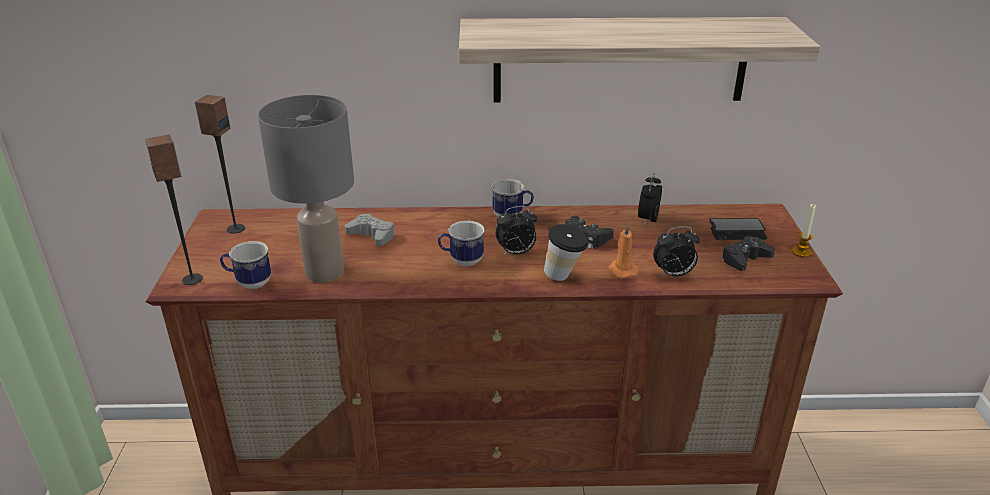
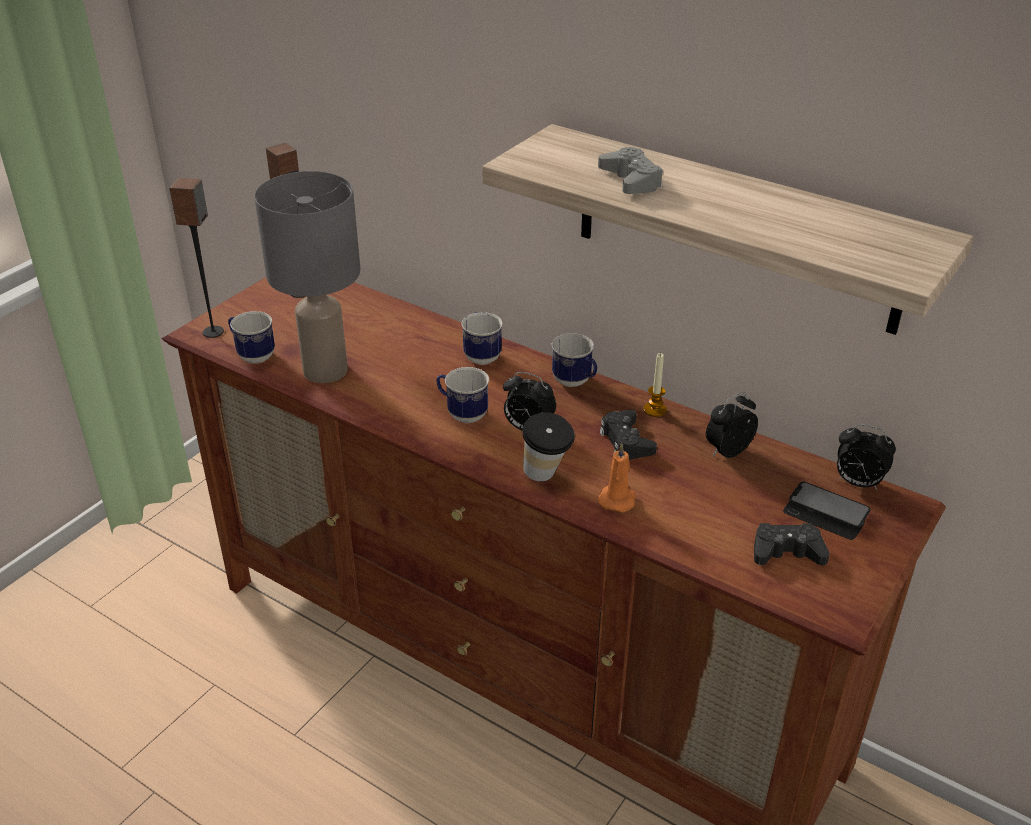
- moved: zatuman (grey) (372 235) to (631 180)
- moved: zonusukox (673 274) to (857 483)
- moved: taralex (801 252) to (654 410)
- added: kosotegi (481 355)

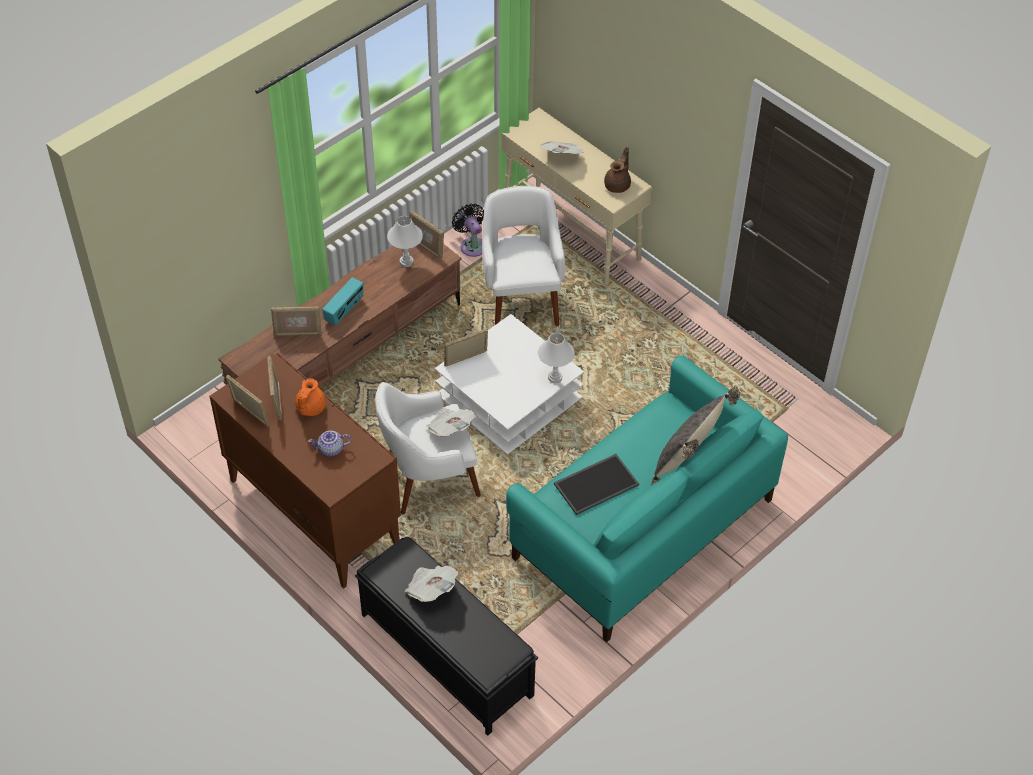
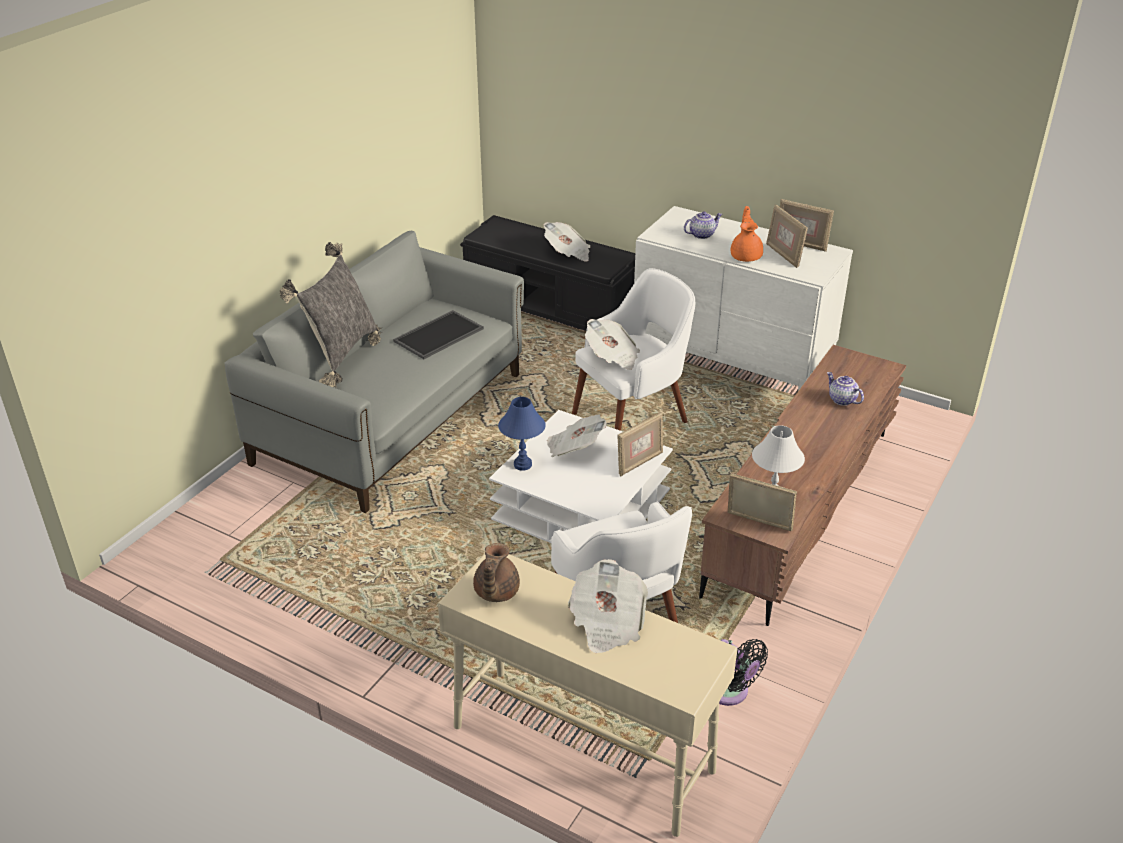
- recoloured: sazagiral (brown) (314 512) to sazagiral (white) (730 375)
- replaced: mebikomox (298 333) to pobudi (841 400)
- removed: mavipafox (344 310)
- recoloured: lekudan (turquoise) (641 527) to lekudan (grey) (392 418)
- recoloured: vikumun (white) (554 377) to vikumun (blue) (523 465)
- added: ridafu (574 448)

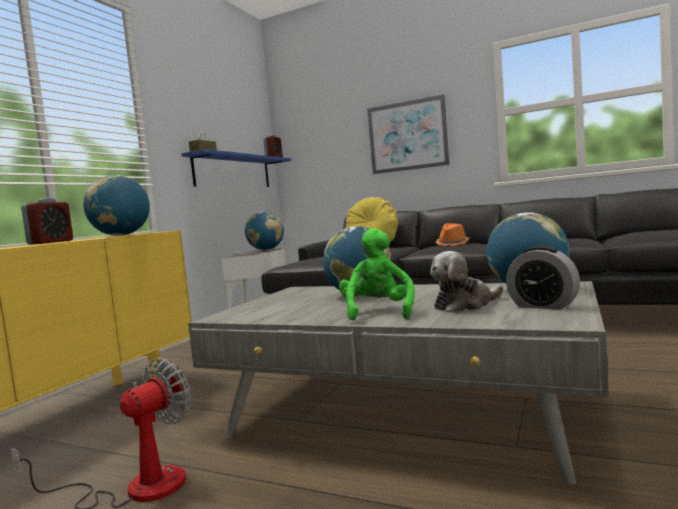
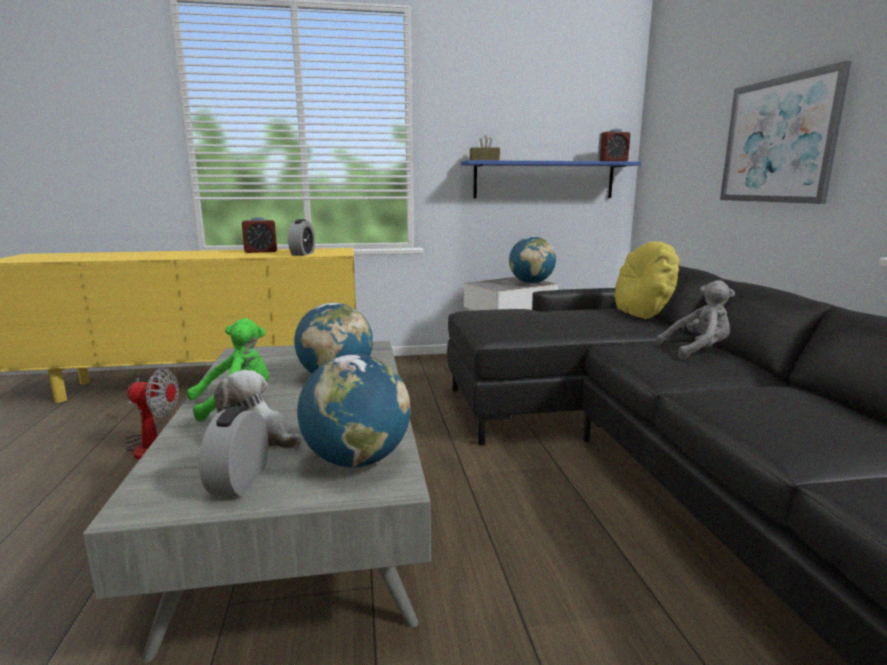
- replaced: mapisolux (121 235) to zonusukox (302 254)
- replaced: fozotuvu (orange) (452 244) to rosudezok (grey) (697 351)

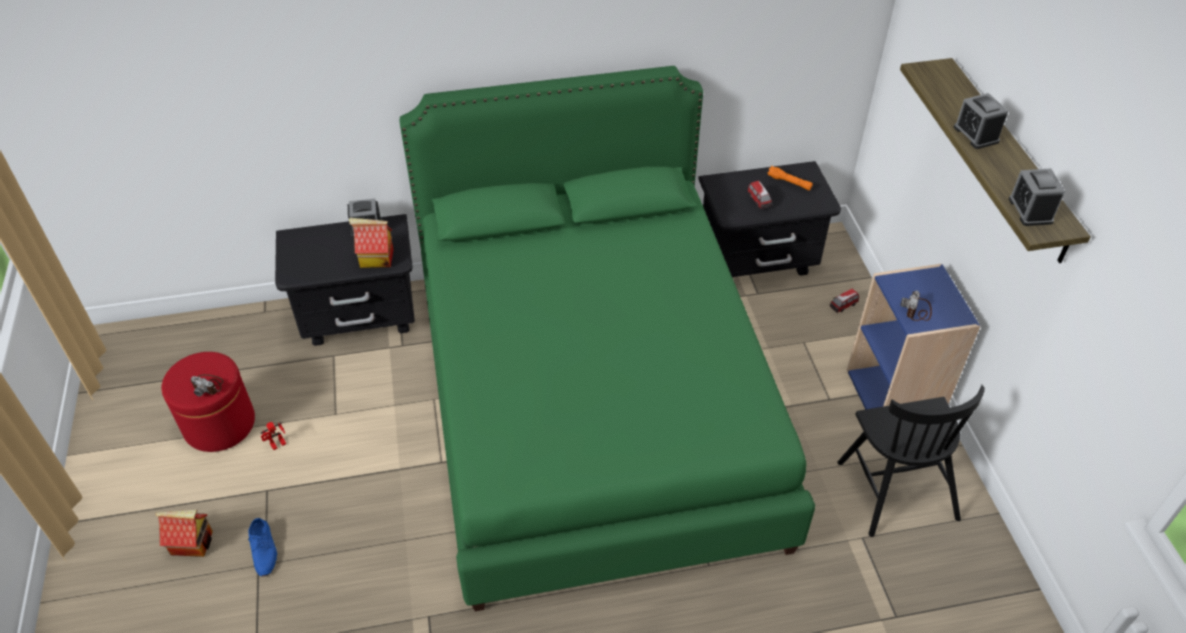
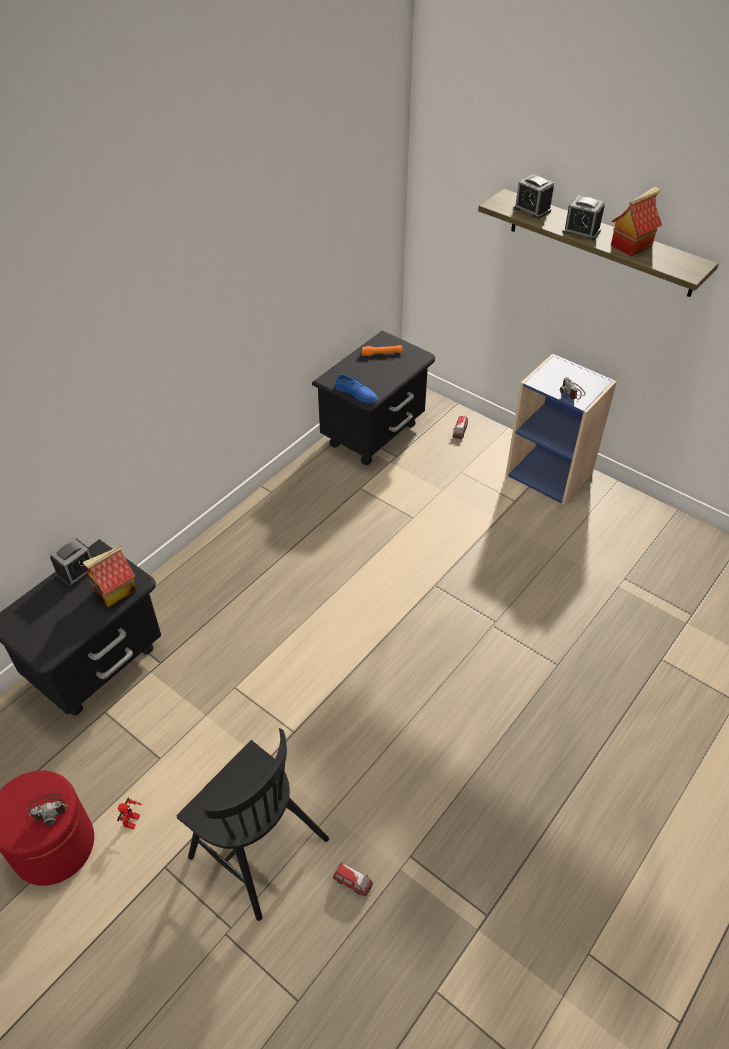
- moved: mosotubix (192 542) to (631 245)
- moved: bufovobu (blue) (264 549) to (356 393)
- removed: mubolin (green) (592 404)
- moved: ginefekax (759 201) to (353 882)
- moved: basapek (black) (894 484) to (253 843)
- moved: zonusukox (1030 210) to (532 209)

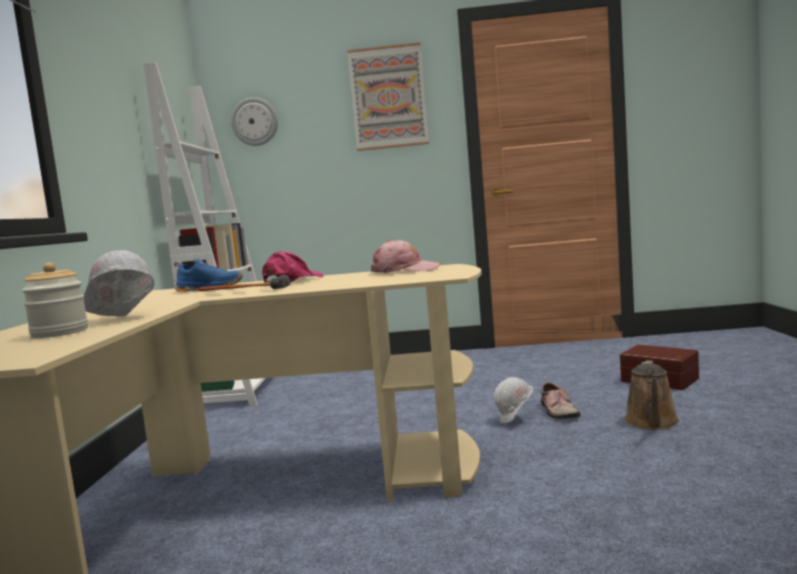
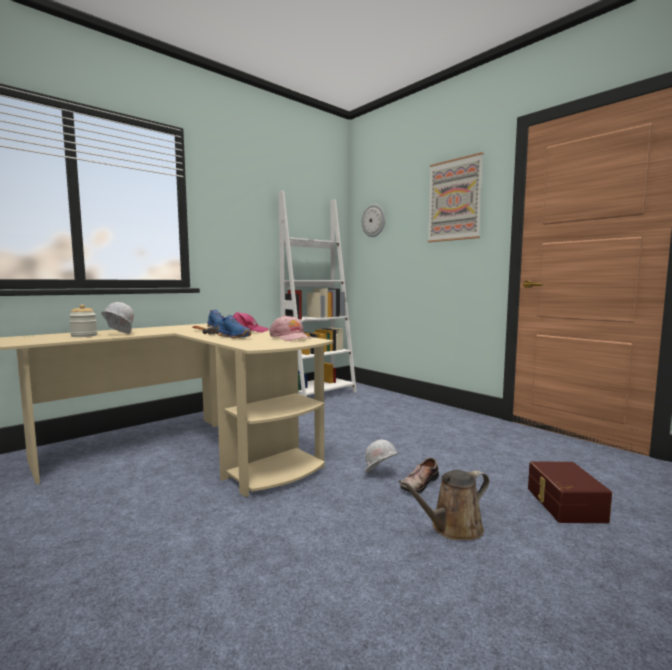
- added: bufovobu (blue) (235 337)

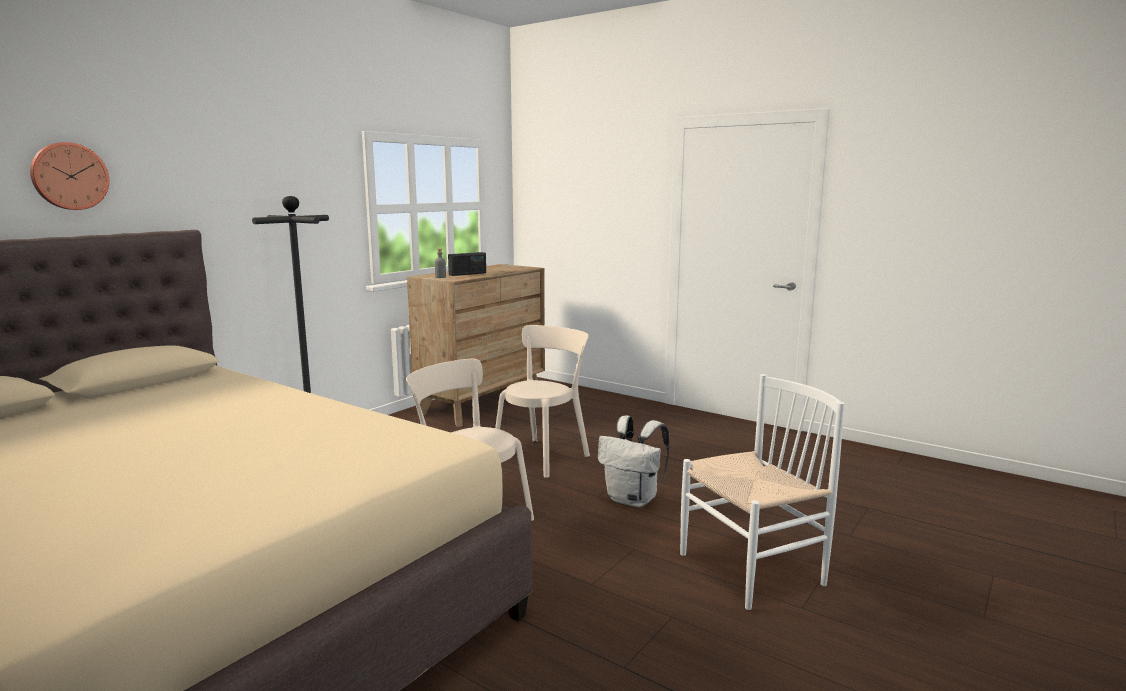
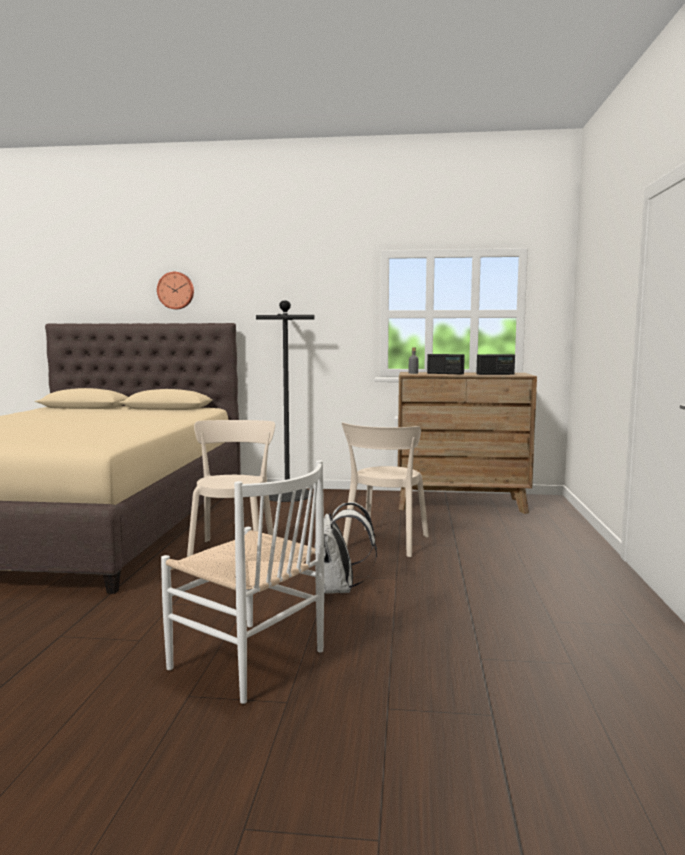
- turned: basapek (beige) (543 456) = (384 543) 105 degrees clockwise
- added: mavipafox (495 374)

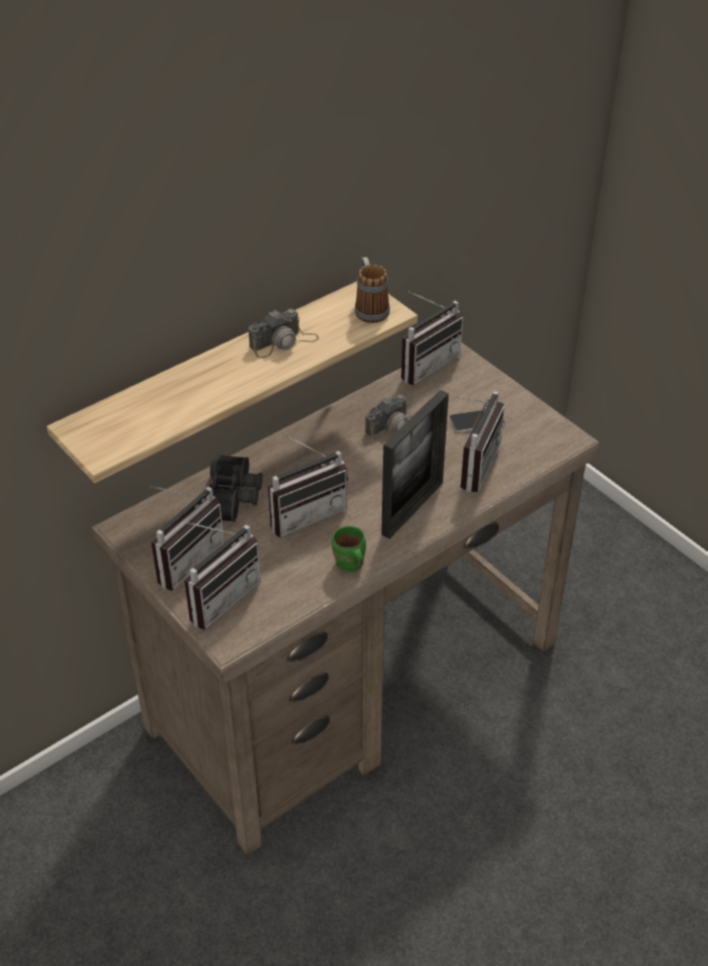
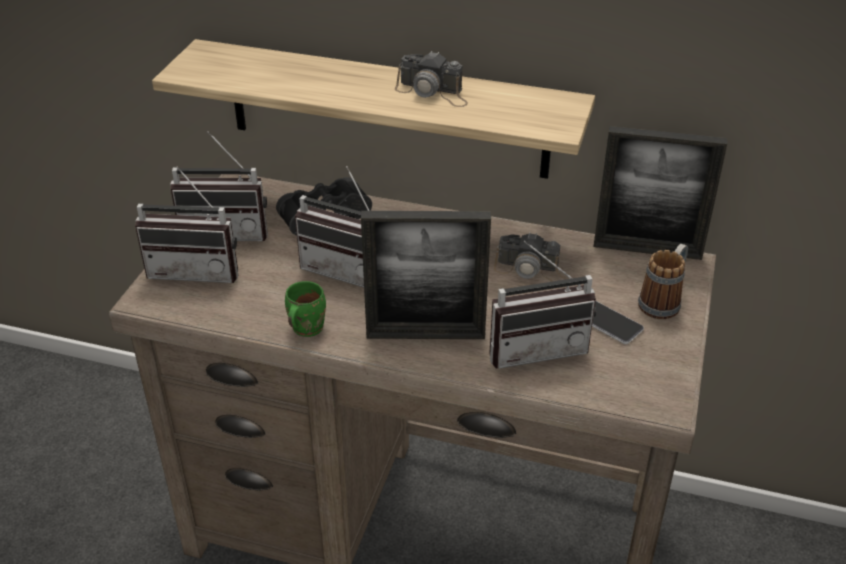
- moved: kosotegi (369 308) to (663 301)
- replaced: mavipafox (425 363) to mebikomox (647 250)

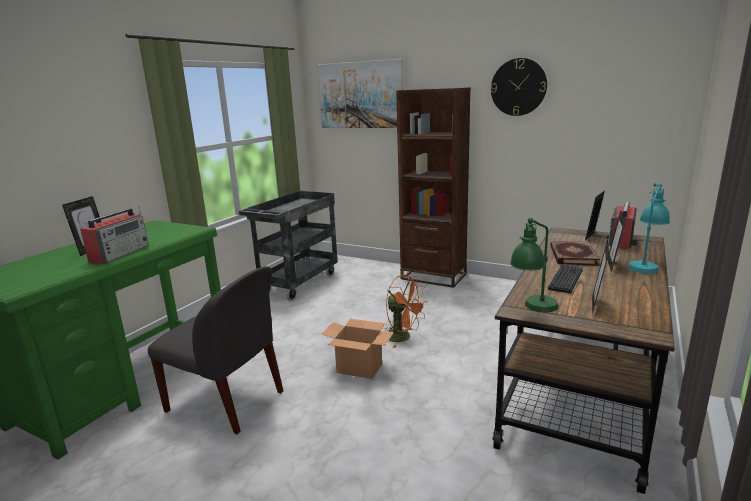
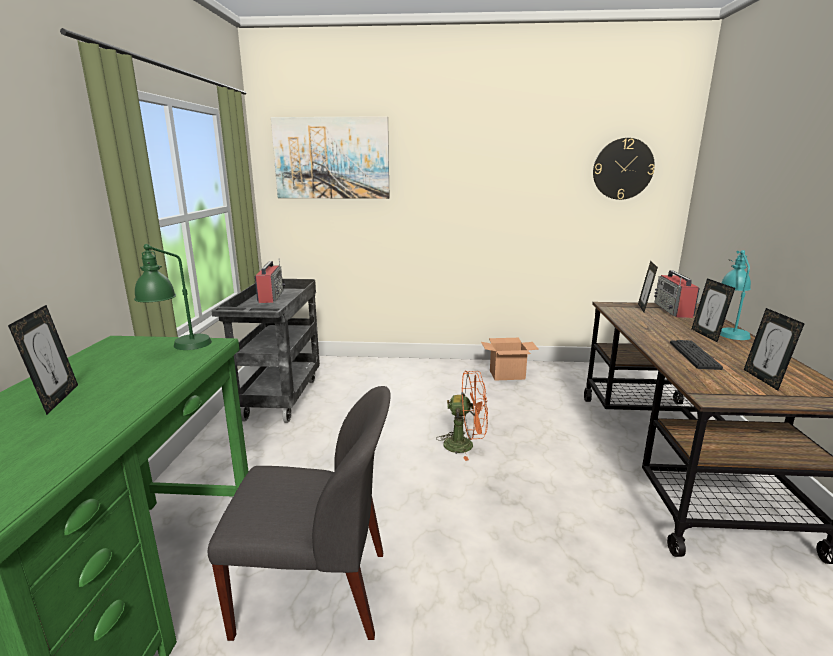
- moved: mavipafox (120 253) to (271 296)
- moved: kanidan (360 368) to (507 375)
- removed: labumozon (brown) (433 276)
- moved: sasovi (518 87) to (623 169)
- moved: vikumun (green) (533 309) to (179 349)
- removed: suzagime (572 255)

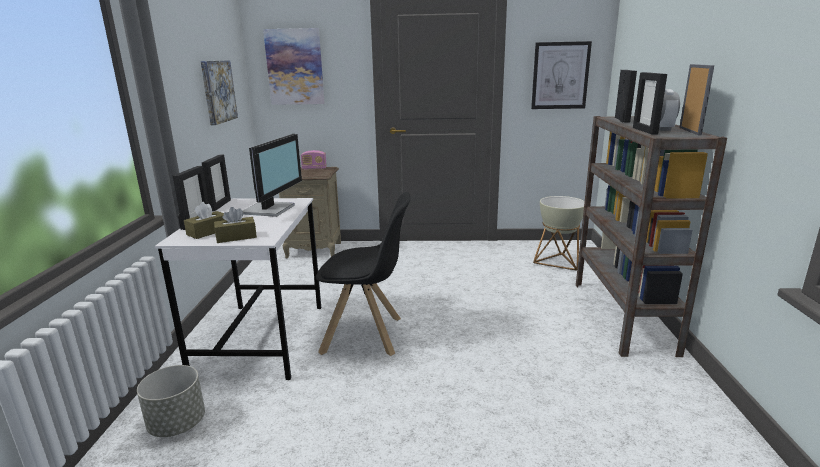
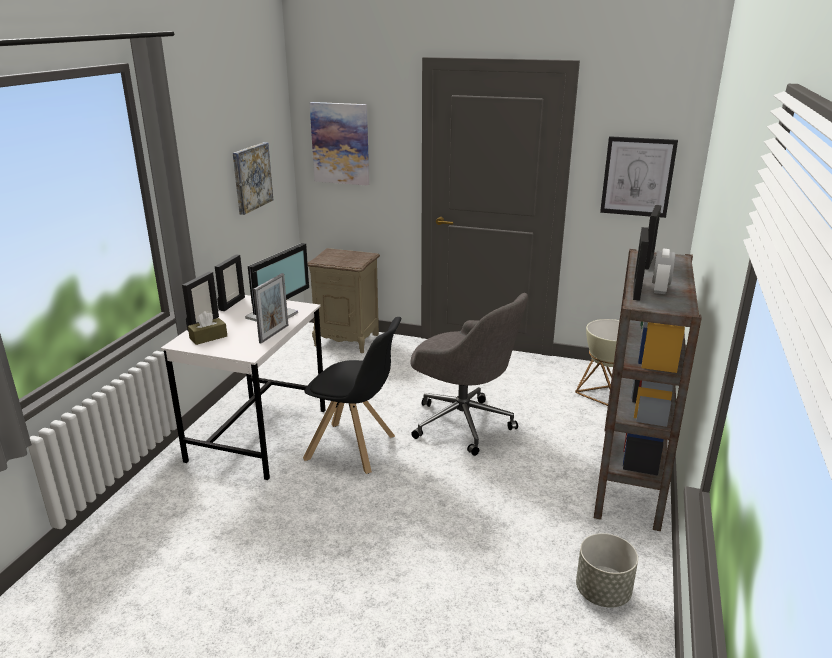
- moved: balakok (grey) (178 424) to (603 592)
- removed: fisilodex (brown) (236 237)
- removed: mavipafox (314 168)
- moved: mebikomox (690 131) to (274 334)
- added: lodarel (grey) (463 424)

